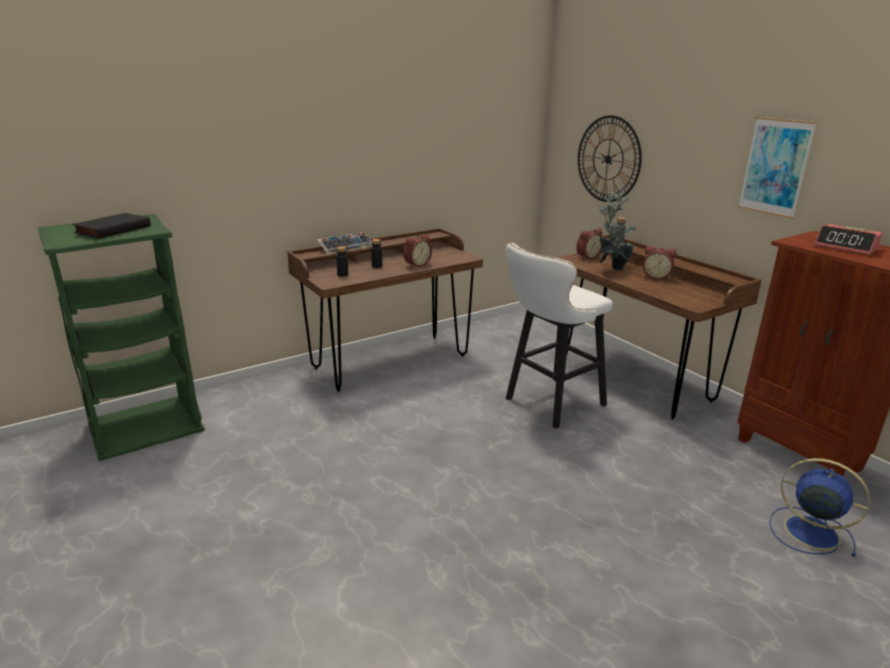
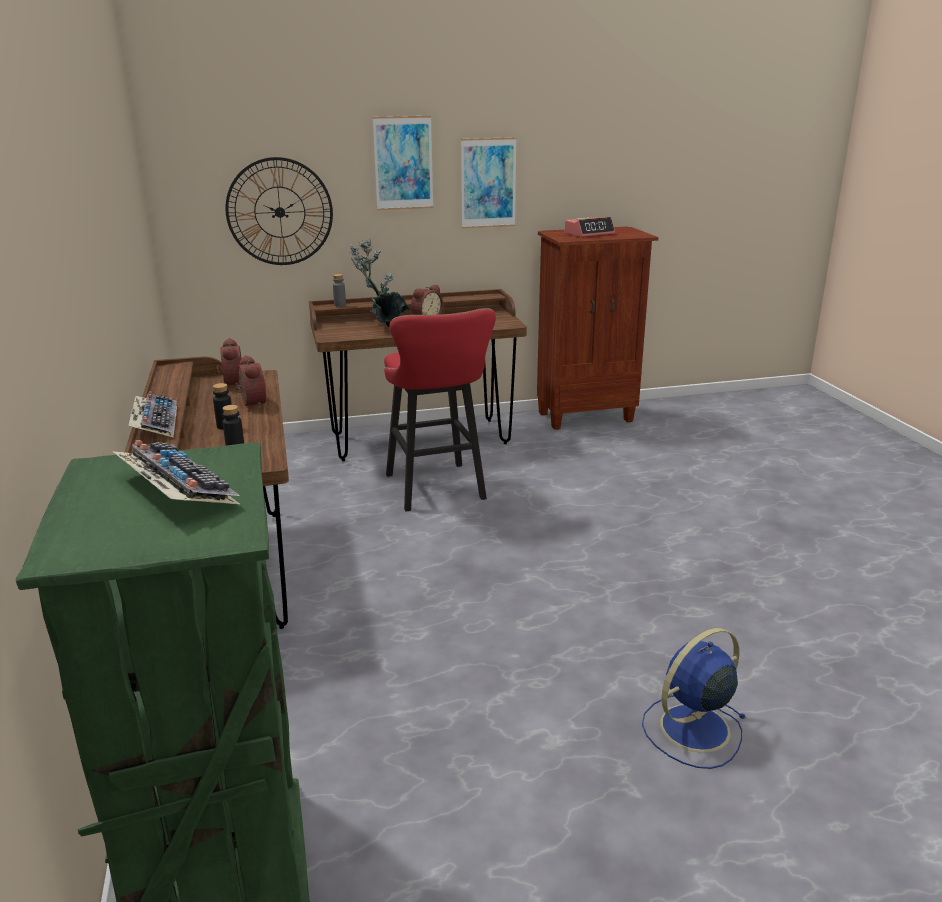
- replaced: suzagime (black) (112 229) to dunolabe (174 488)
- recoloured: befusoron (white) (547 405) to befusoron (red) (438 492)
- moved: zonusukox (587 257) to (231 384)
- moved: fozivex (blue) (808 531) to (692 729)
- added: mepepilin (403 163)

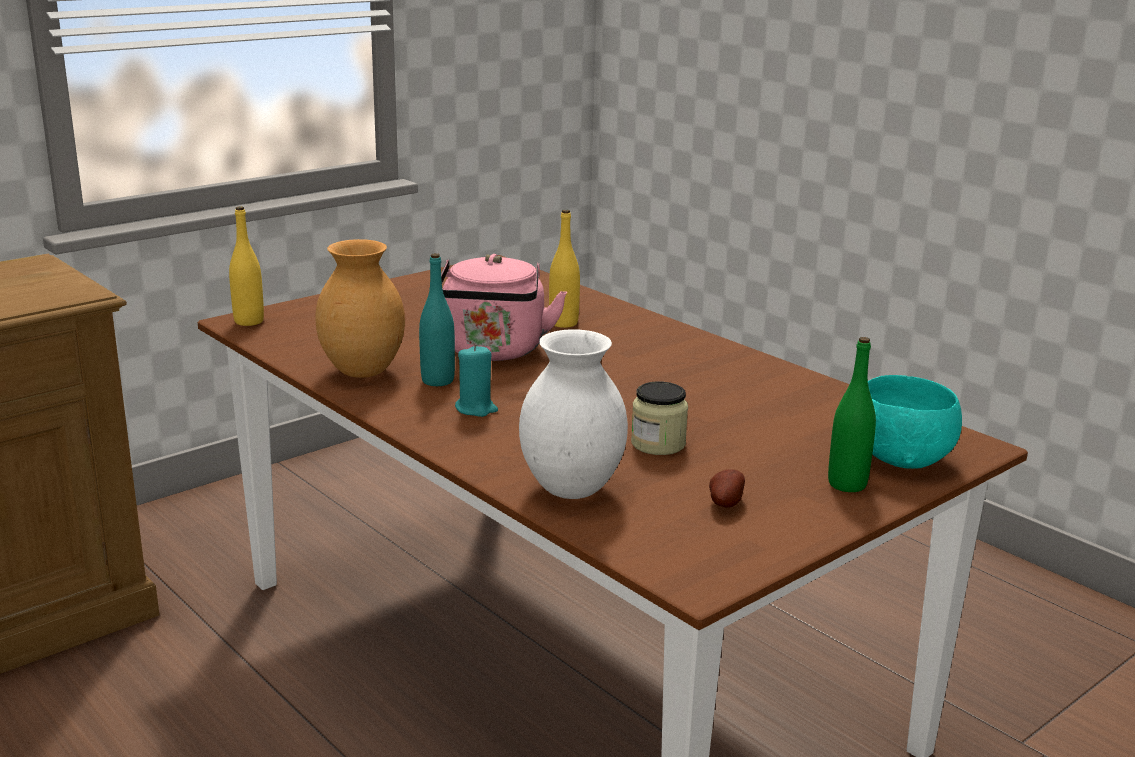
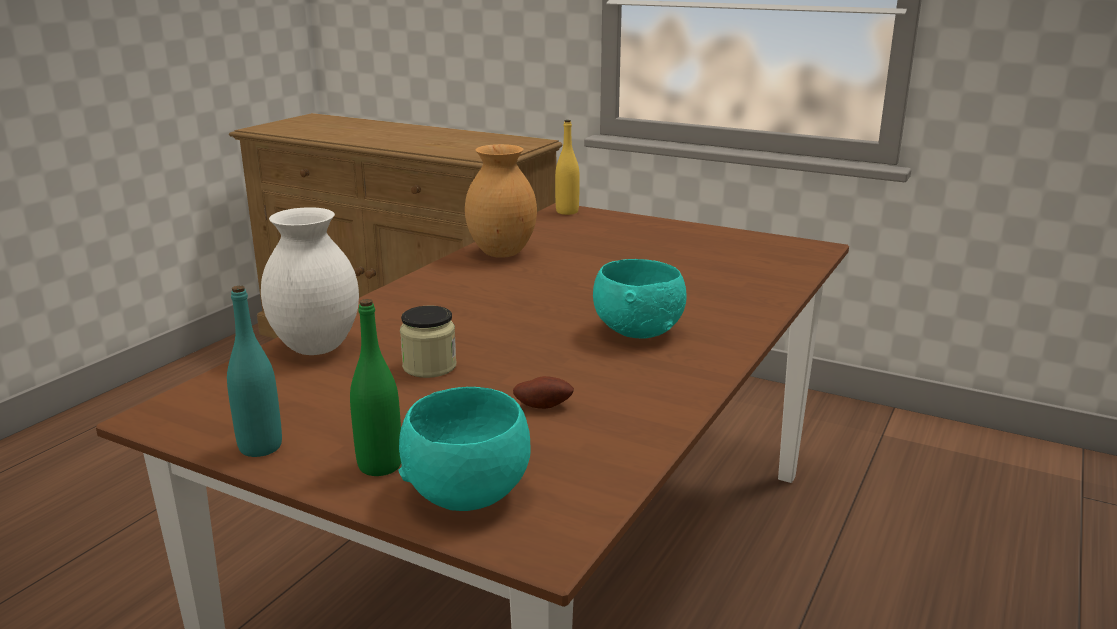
- moved: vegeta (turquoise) (437 381) to (260 447)
- removed: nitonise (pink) (494 352)
- removed: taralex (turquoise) (476 409)
- removed: vegeta (yellow) (563 323)
- moved: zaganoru (724 502) to (543 405)
- added: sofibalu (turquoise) (638 331)

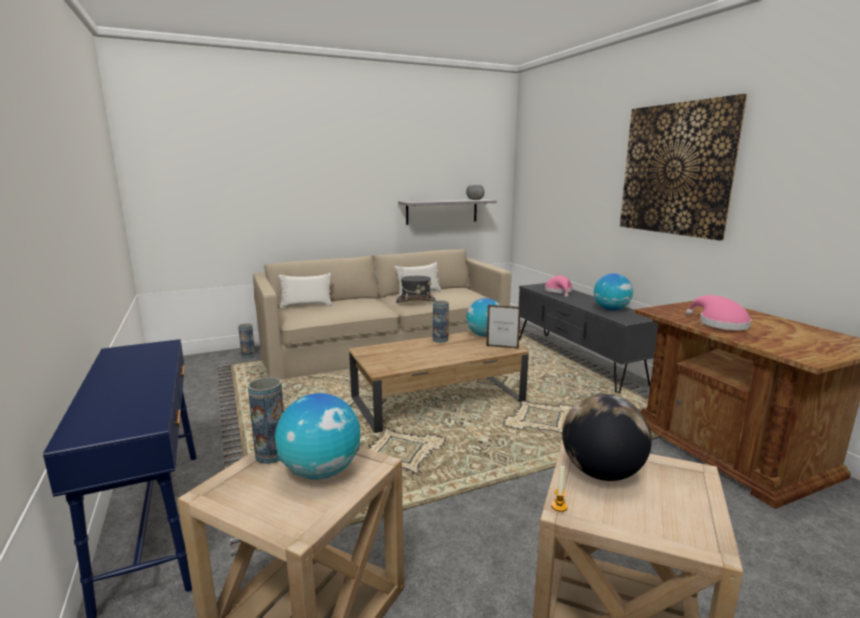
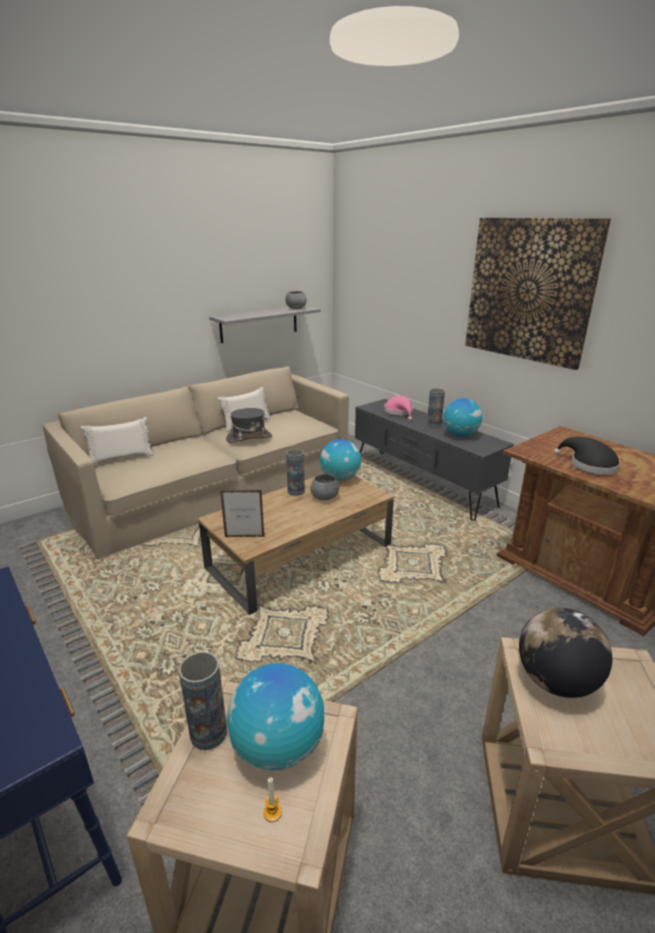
- moved: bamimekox (248 356) to (434 425)
- moved: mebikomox (502 347) to (244 537)
- moved: taralex (559 506) to (272 812)
- recoloured: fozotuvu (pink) (719 324) to fozotuvu (black) (589 465)
- added: sofibalu (grey) (325 497)

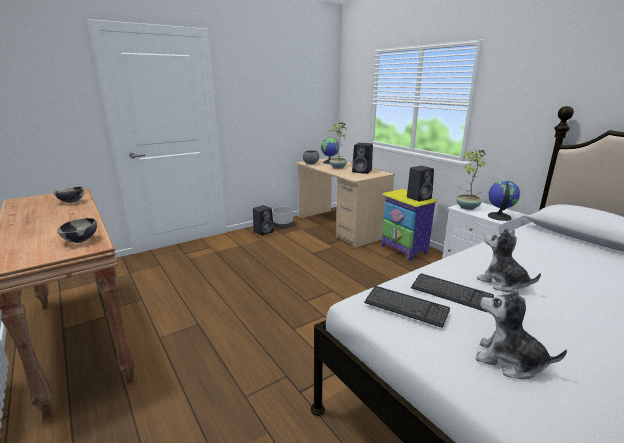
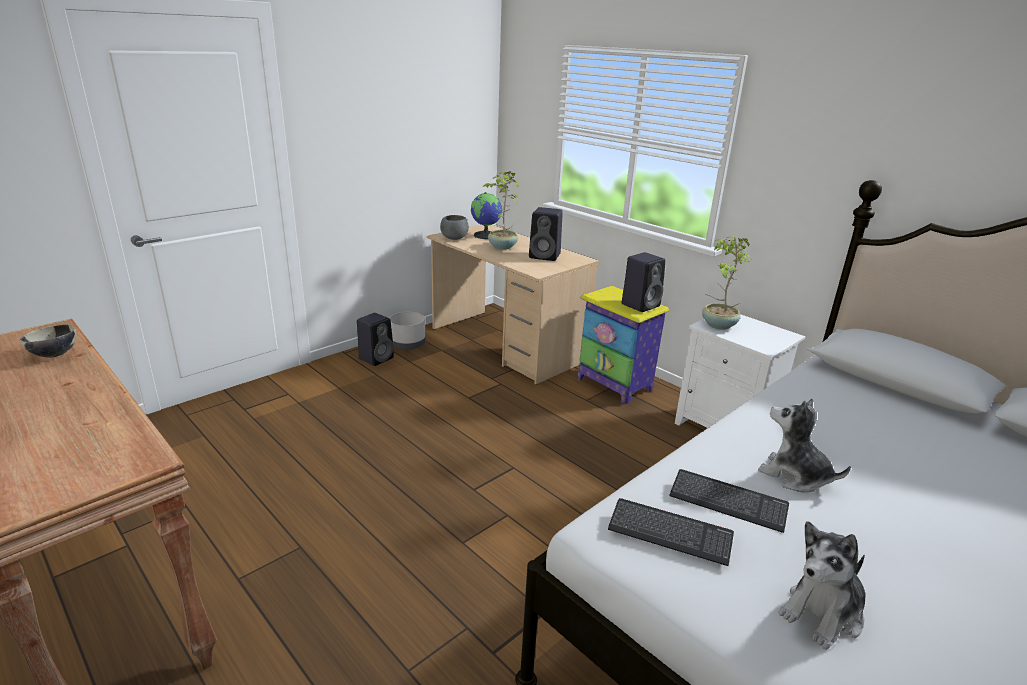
- removed: sofibalu (81 240)
- turned: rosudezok (508 361) = (822 613) 60 degrees counterclockwise
- removed: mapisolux (498 216)

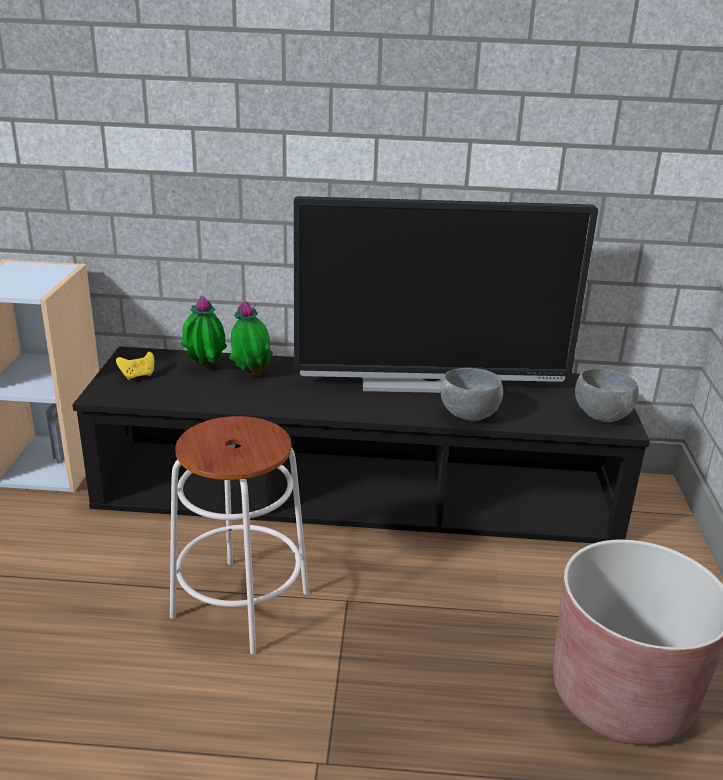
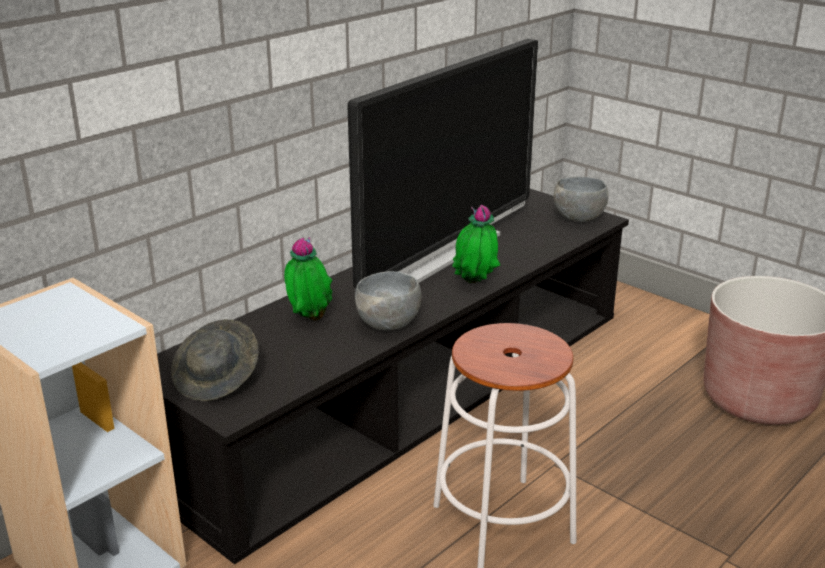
- replaced: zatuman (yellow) (138 376) to fozotuvu (grey) (217 379)
- moved: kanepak (205 368) to (474 284)
- moved: sofibalu (grey) (469 416) to (389 325)

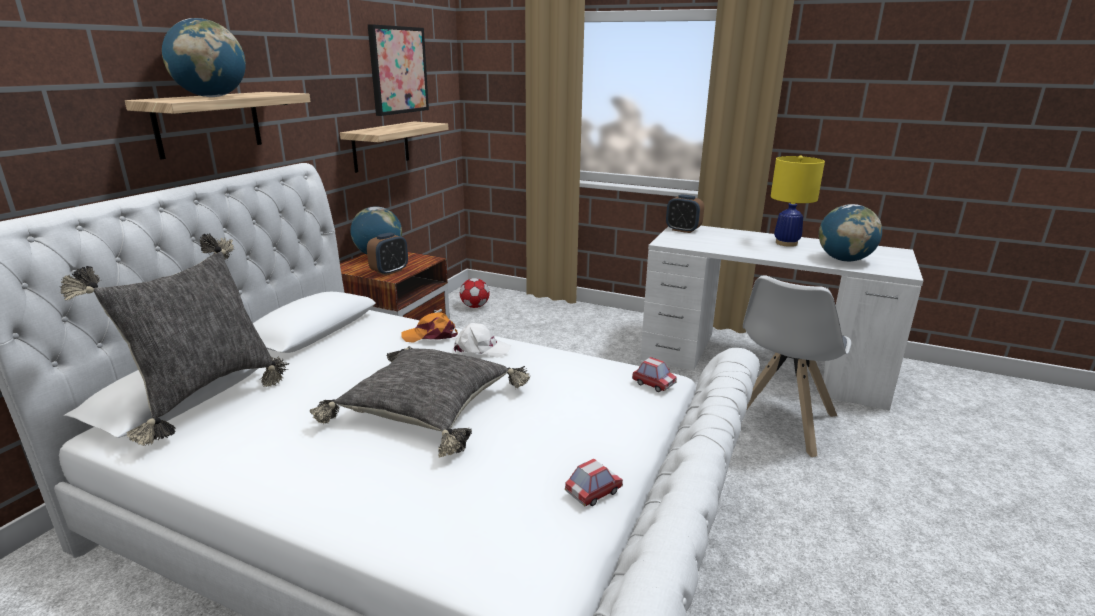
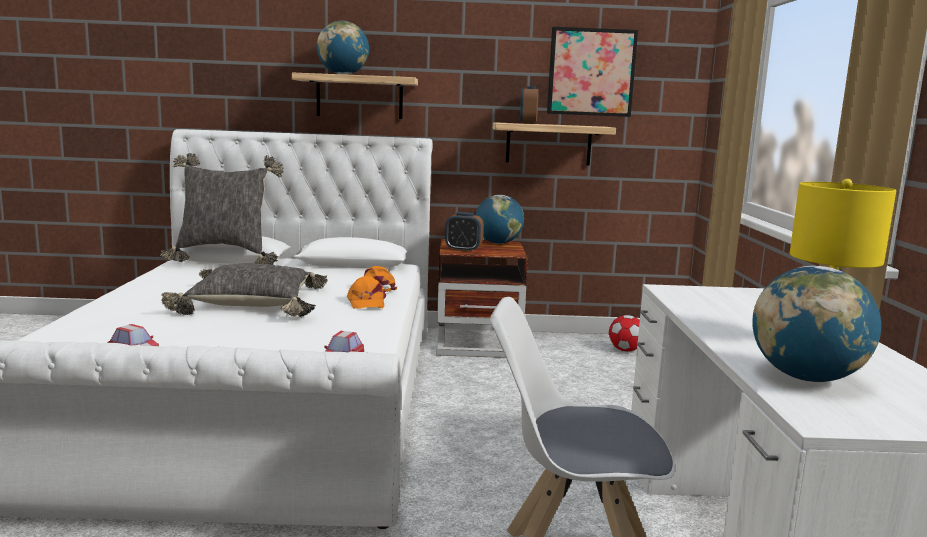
- recoloured: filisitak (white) (481 348) to filisitak (orange) (366 302)
- moved: zonusukox (683 230) to (528 123)

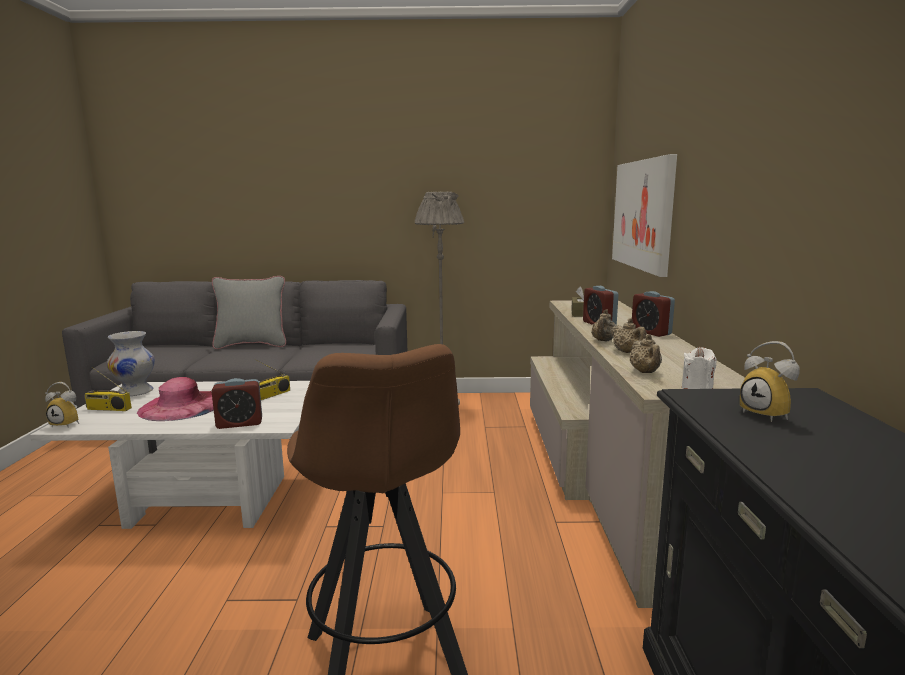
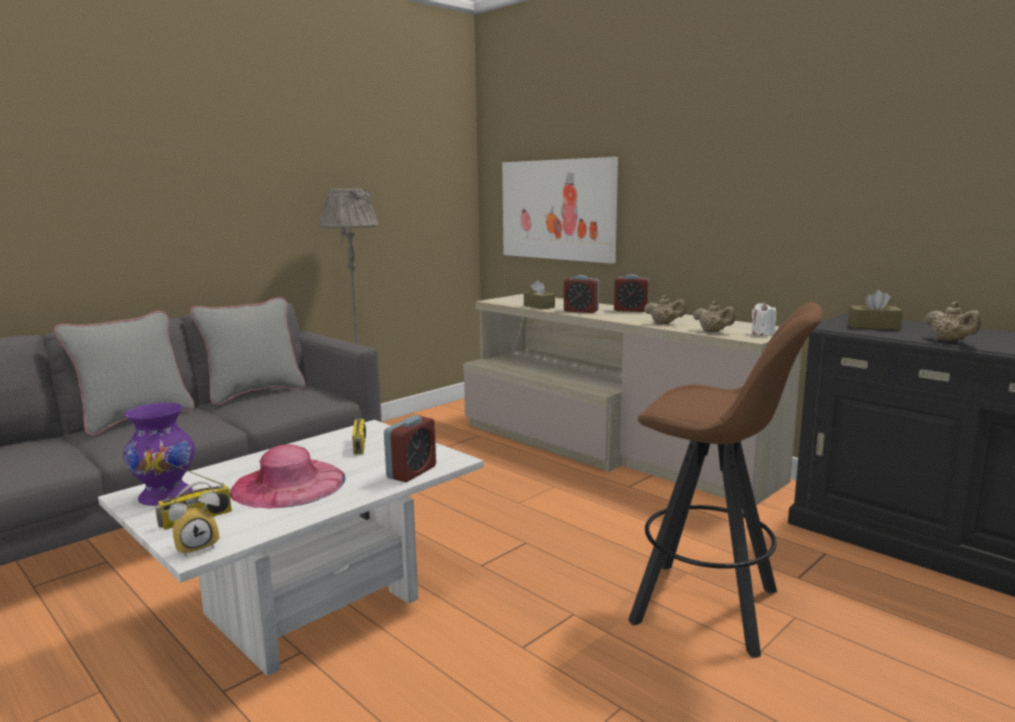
- recoloured: bamimekox (white) (136 392) to bamimekox (purple) (166 496)
- moved: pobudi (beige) (603 341) to (950 341)
- replaced: zonusukox (769 414) to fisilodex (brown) (873 326)
- added: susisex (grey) (254 393)

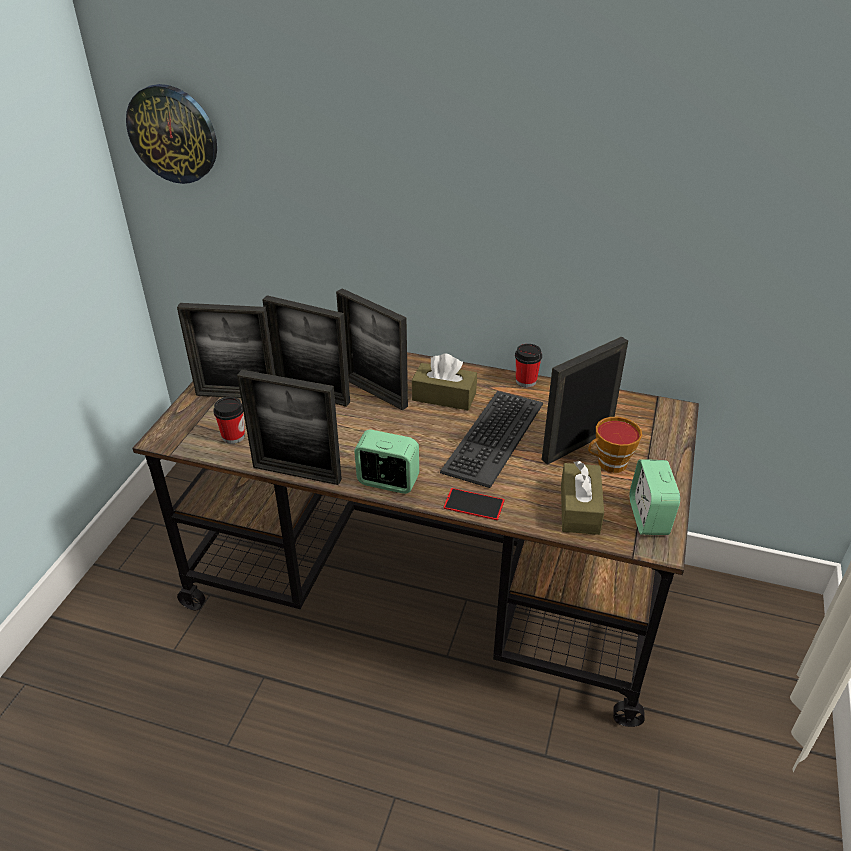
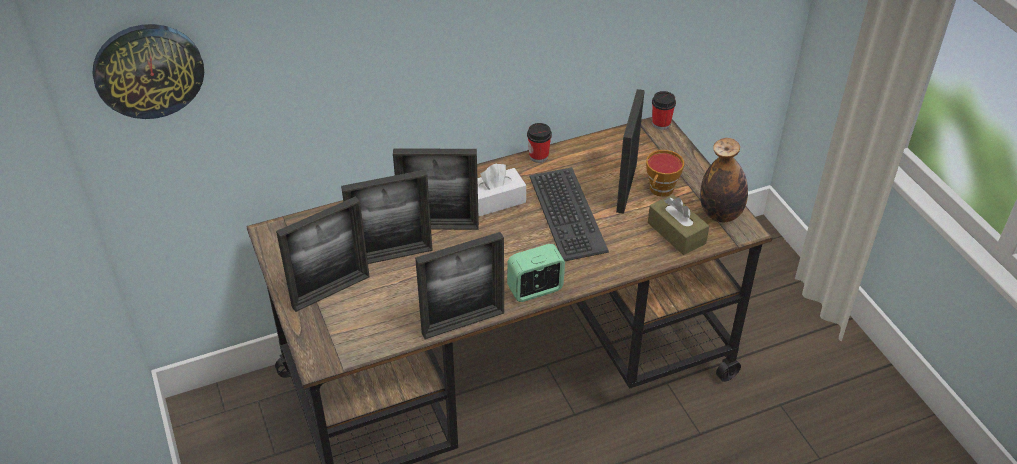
- moved: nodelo (233 436) to (661 124)
- recoloured: fisilodex (brown) (444 396) to fisilodex (white) (495 201)
- removed: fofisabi (474 504)
- replaced: zonusukox (648 517) to vegeta (720 214)

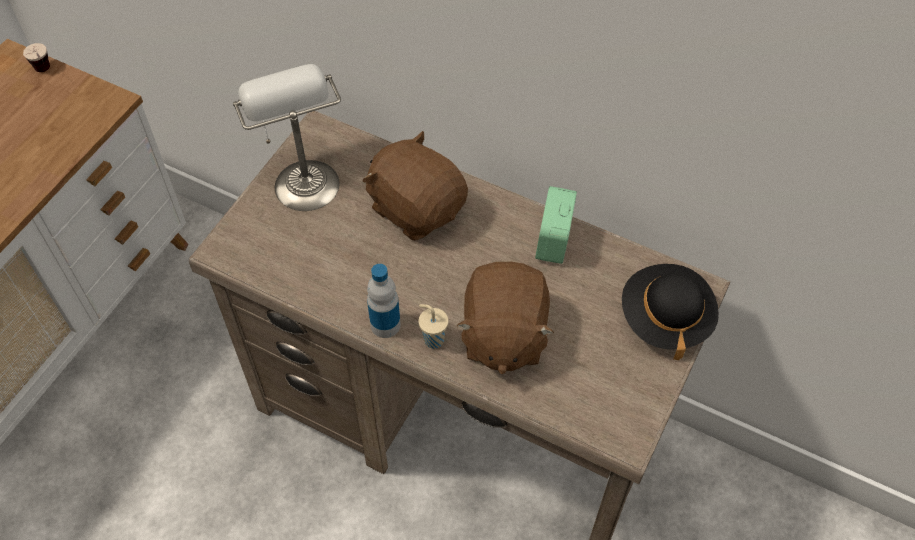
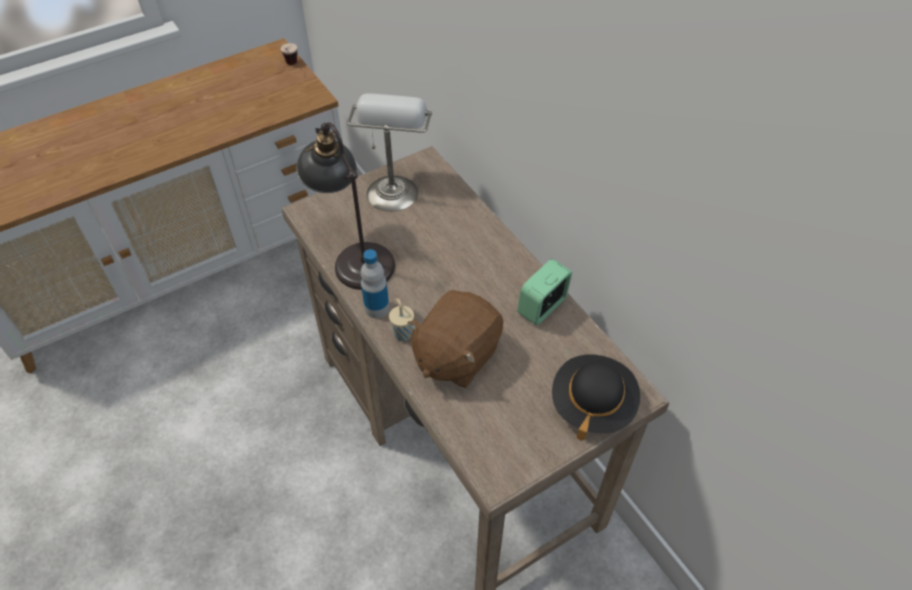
- removed: rosudezok (brown) (417 208)
- added: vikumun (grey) (351 250)

